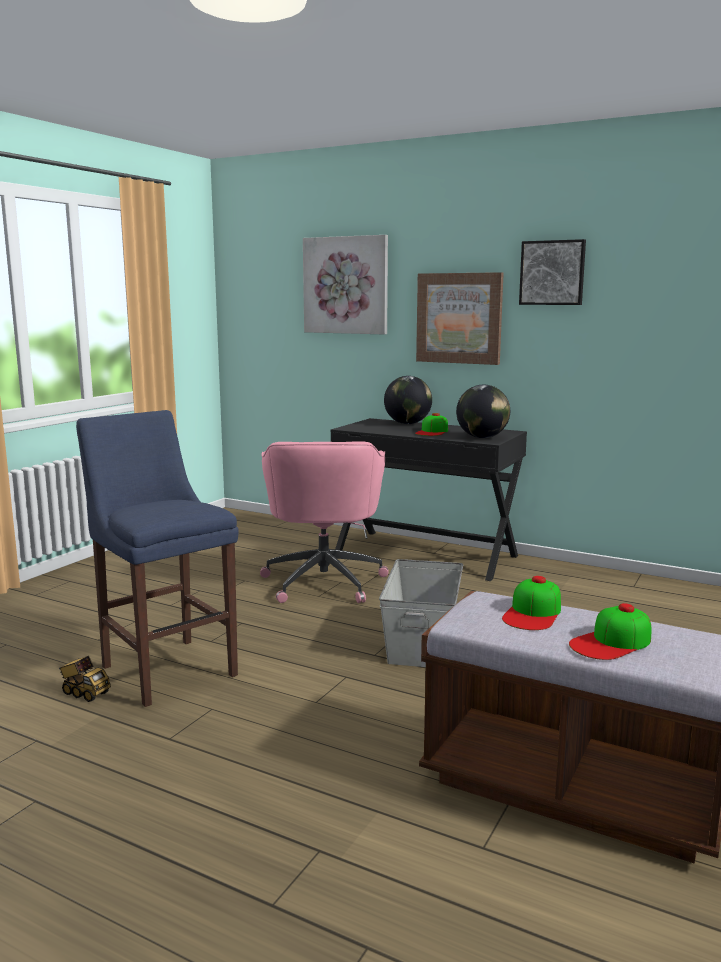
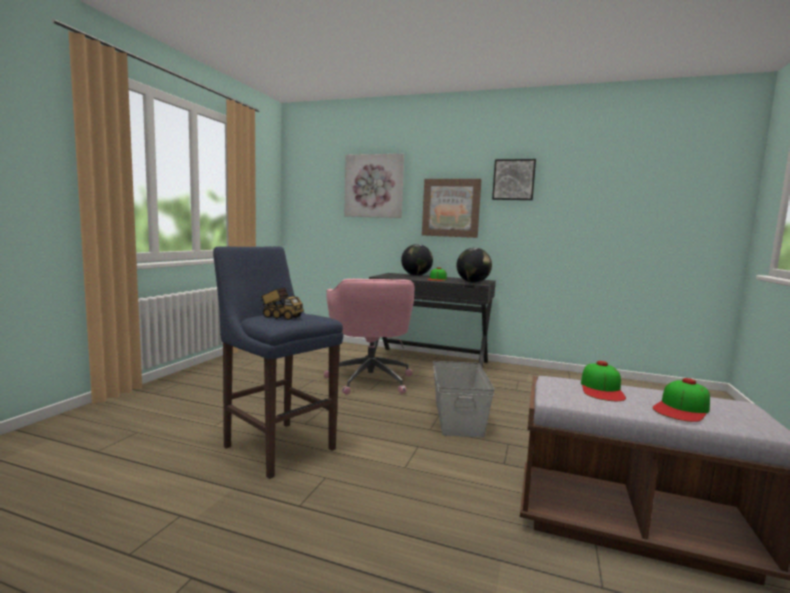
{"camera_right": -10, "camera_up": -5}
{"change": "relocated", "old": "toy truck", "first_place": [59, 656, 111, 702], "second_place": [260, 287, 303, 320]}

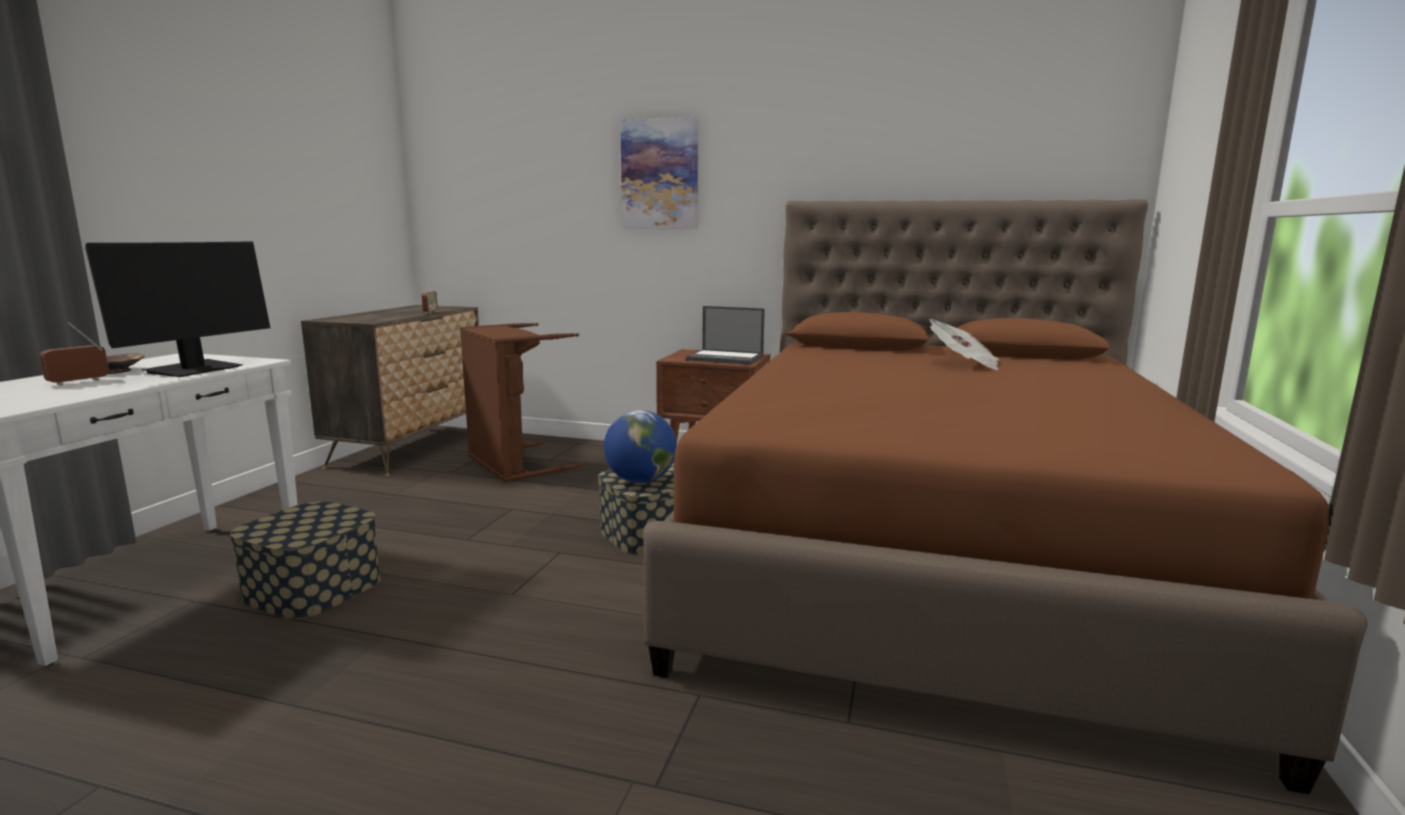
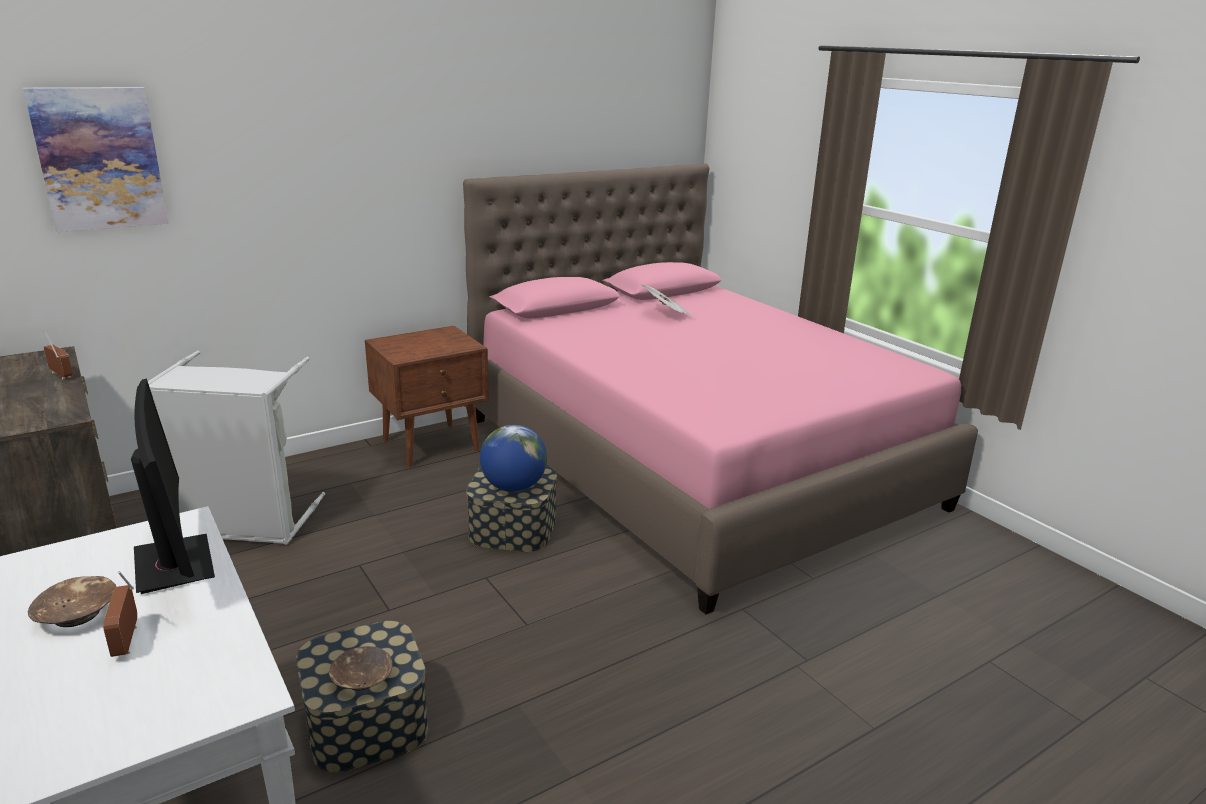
{"camera_right": -50, "camera_up": 10}
{"change": "missing", "old": "laptop", "first_place": [686, 306, 765, 365]}
{"change": "appeared", "new": "serving bowl in brown", "second_place": [329, 646, 393, 690]}
{"change": "relocated", "old": "picture", "first_place": [620, 117, 698, 228], "second_place": [23, 87, 168, 232]}
{"change": "colour", "old": "laundry basket in brown", "new": "laundry basket in gray", "first_place": [460, 323, 583, 482], "second_place": [148, 351, 325, 545]}
{"change": "colour", "old": "bedroom bed in brown", "new": "bedroom bed in pink-coloured", "first_place": [643, 199, 1368, 794], "second_place": [463, 163, 978, 615]}

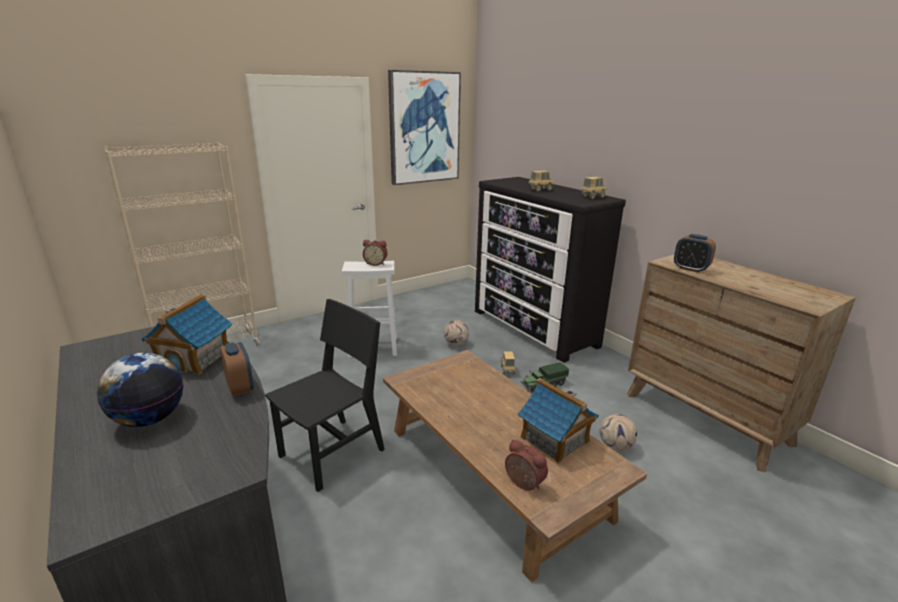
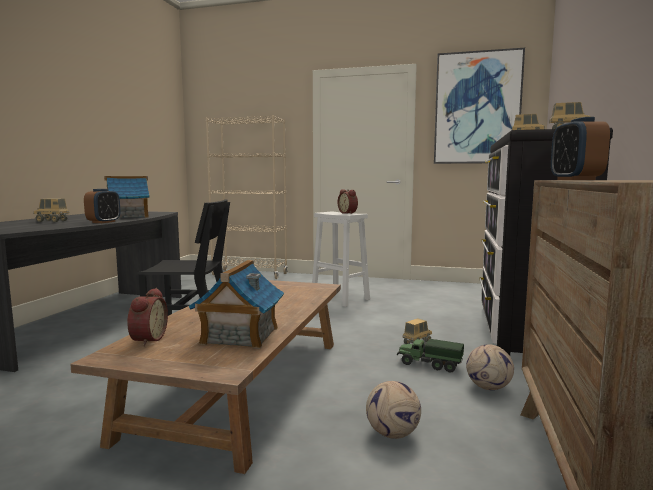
{"camera_right": 50, "camera_up": -15}
{"change": "relocated", "old": "football ball", "first_place": [444, 320, 469, 346], "second_place": [466, 344, 514, 390]}
{"change": "exchanged", "old": "desk globe", "new": "toy truck", "first_place": [97, 353, 183, 427], "second_place": [34, 199, 69, 222]}

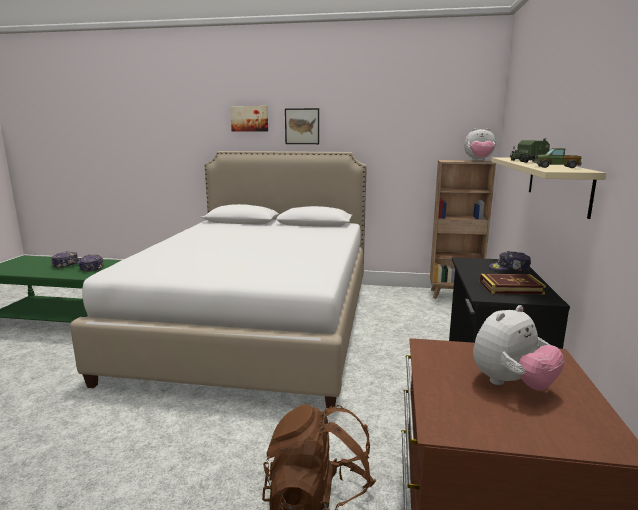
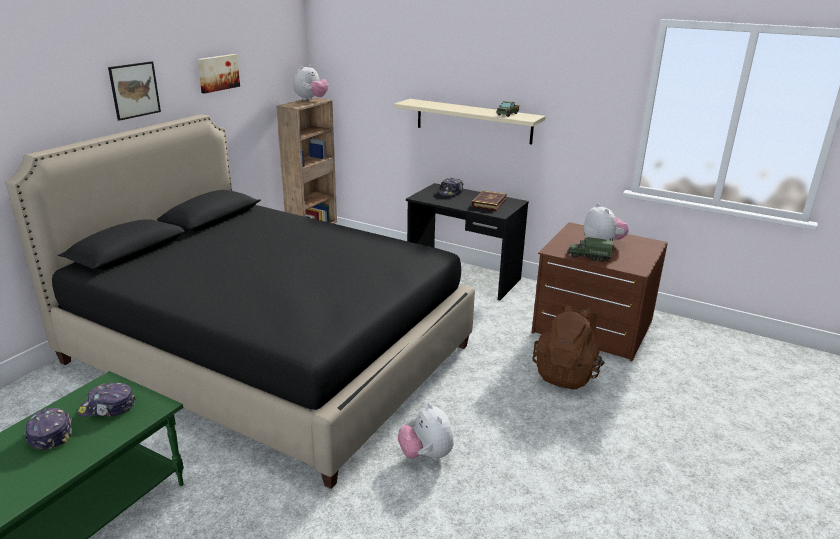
{"camera_right": -70, "camera_up": 10}
{"change": "appeared", "new": "plush toy", "second_place": [398, 403, 454, 460]}
{"change": "relocated", "old": "picture", "first_place": [230, 106, 268, 132], "second_place": [197, 54, 240, 93]}
{"change": "relocated", "old": "toy truck", "first_place": [510, 137, 550, 163], "second_place": [567, 237, 614, 262]}
{"change": "colour", "old": "bedroom bed in white-coloured", "new": "bedroom bed in black-coloured", "first_place": [70, 151, 367, 408], "second_place": [5, 114, 475, 489]}

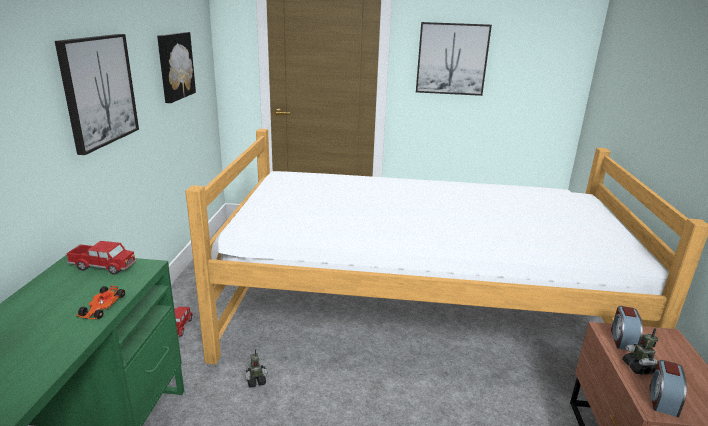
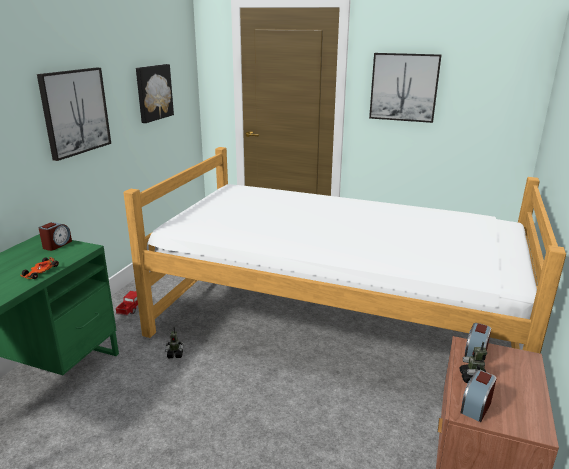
{"camera_right": 15, "camera_up": 0}
{"change": "exchanged", "old": "toy truck", "new": "alarm clock", "first_place": [66, 241, 136, 275], "second_place": [39, 222, 72, 251]}

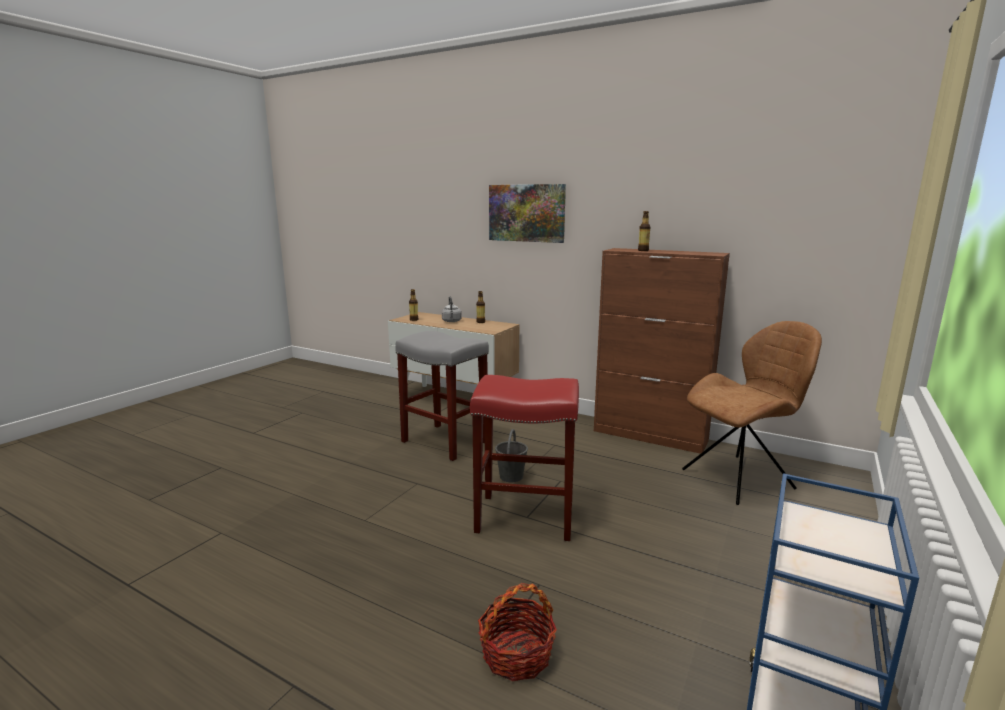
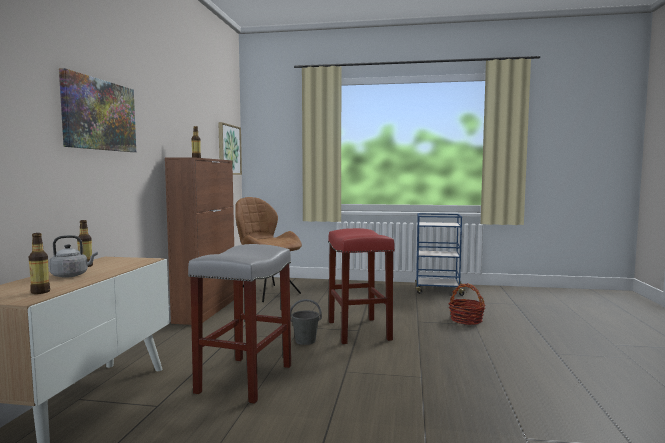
{"camera_right": -110, "camera_up": -10}
{"change": "appeared", "new": "picture", "second_place": [219, 122, 242, 175]}

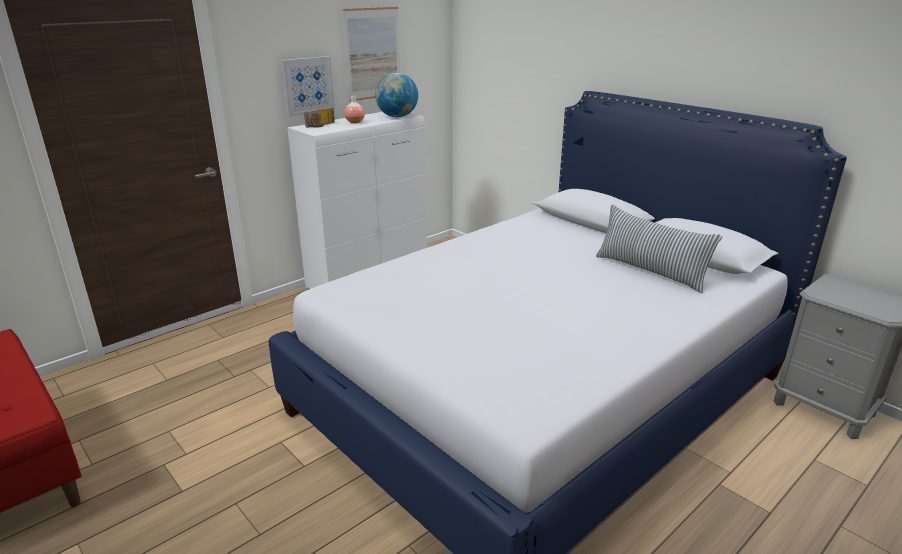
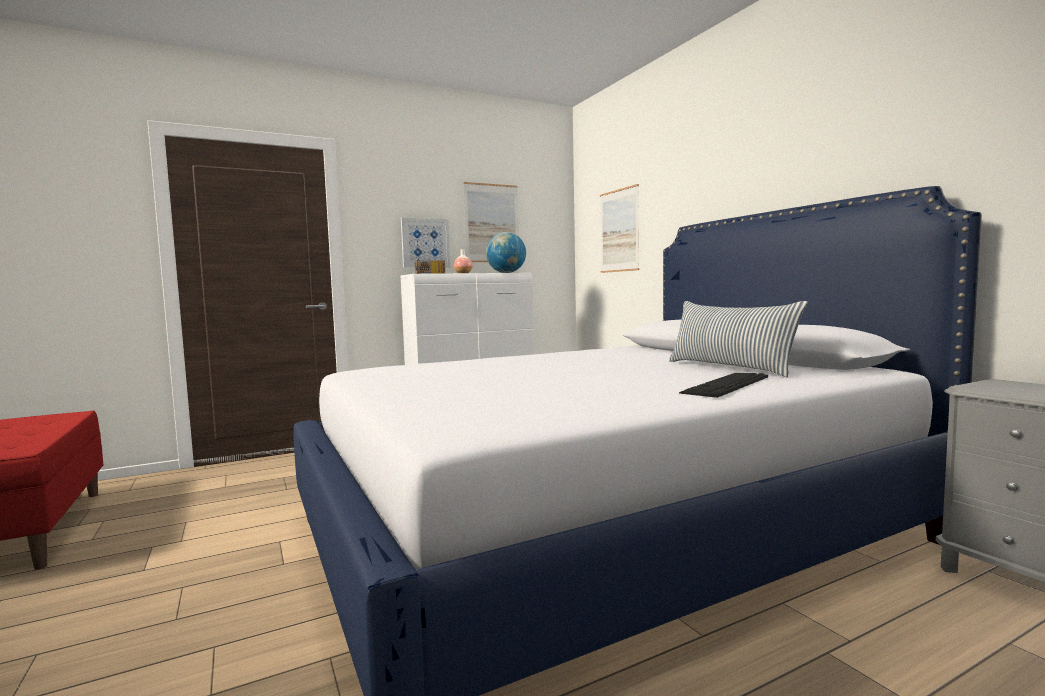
{"camera_right": 15, "camera_up": -20}
{"change": "appeared", "new": "picture", "second_place": [600, 184, 639, 273]}
{"change": "appeared", "new": "keyboard", "second_place": [679, 373, 768, 398]}

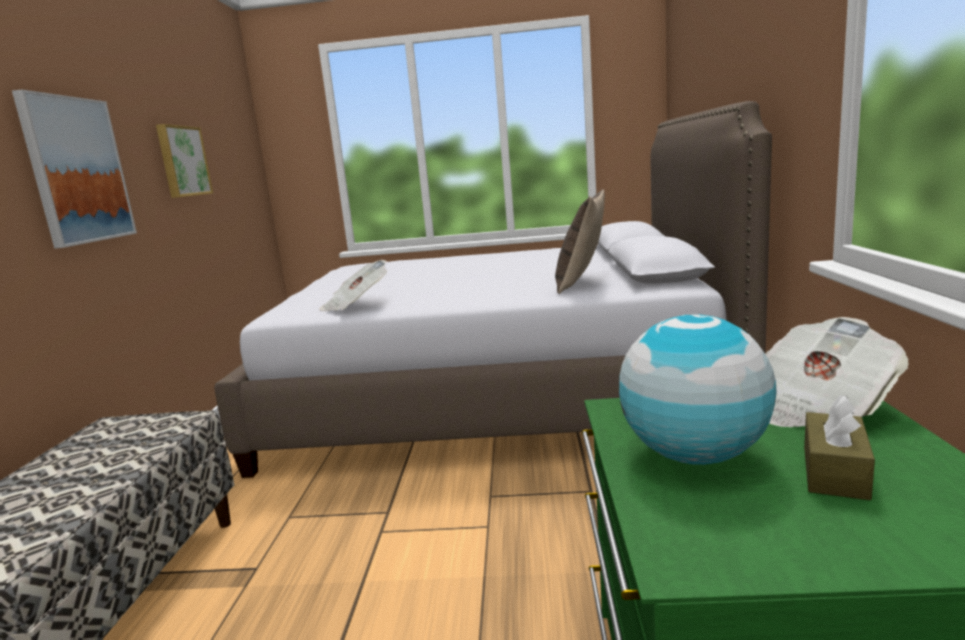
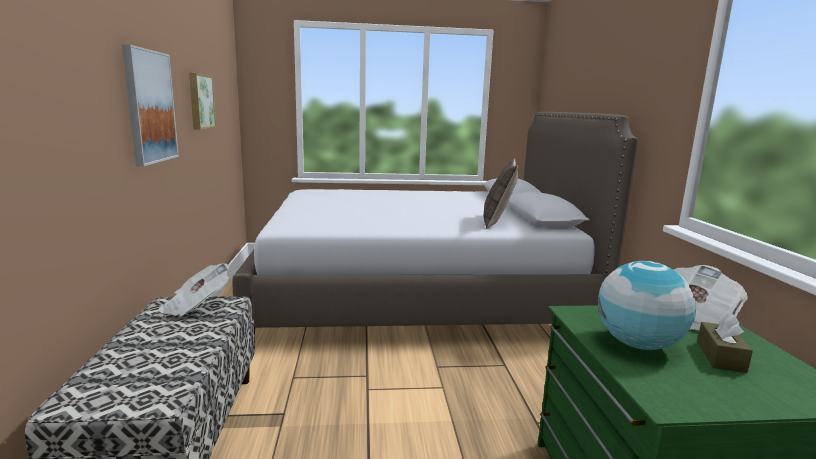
{"camera_right": -10, "camera_up": 0}
{"change": "relocated", "old": "daily paper", "first_place": [320, 260, 387, 312], "second_place": [159, 263, 230, 317]}

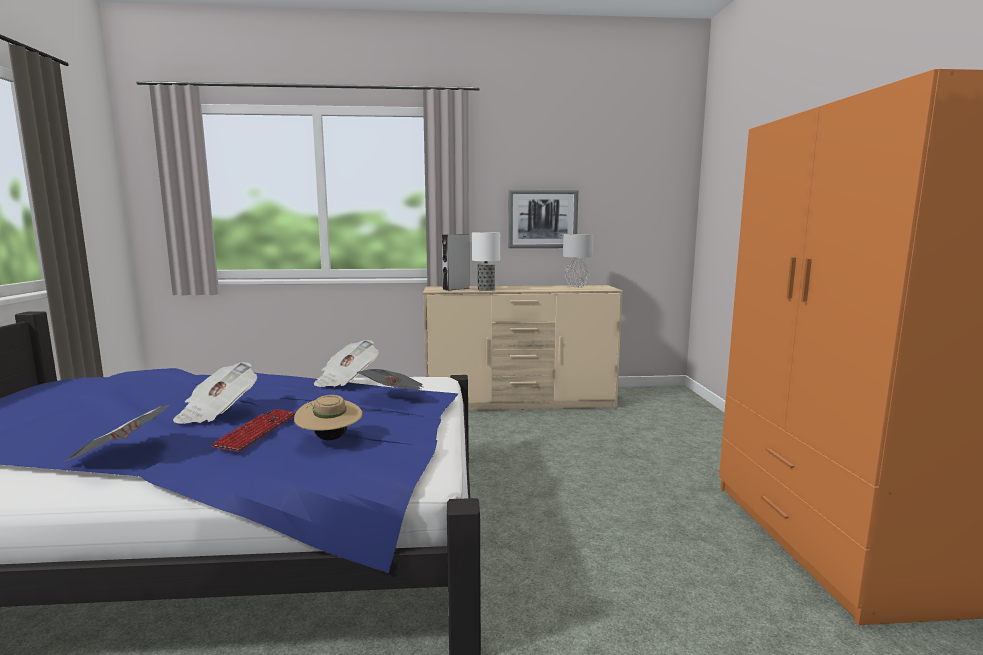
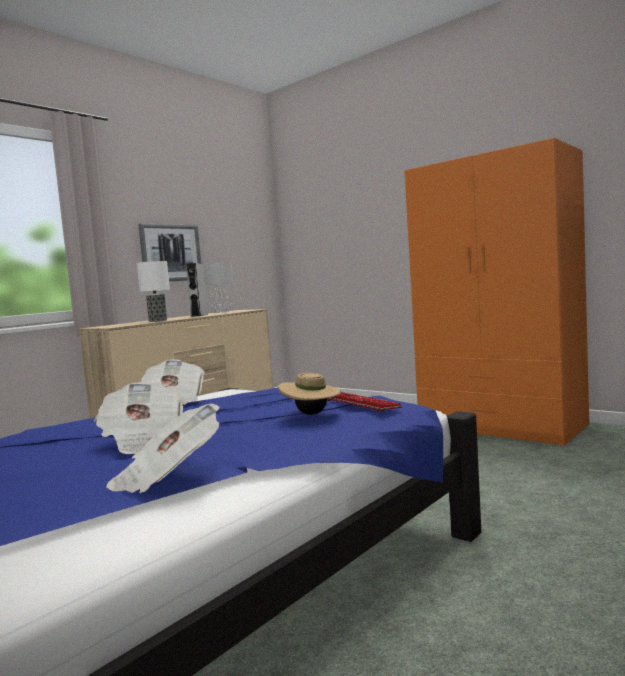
{"camera_right": -45, "camera_up": -5}
{"change": "missing", "old": "daily paper", "first_place": [357, 369, 423, 390]}
{"change": "relocated", "old": "keyboard", "first_place": [212, 409, 295, 452], "second_place": [327, 392, 403, 412]}
{"change": "relocated", "old": "speaker in gray", "first_place": [442, 234, 469, 291], "second_place": [186, 263, 208, 317]}

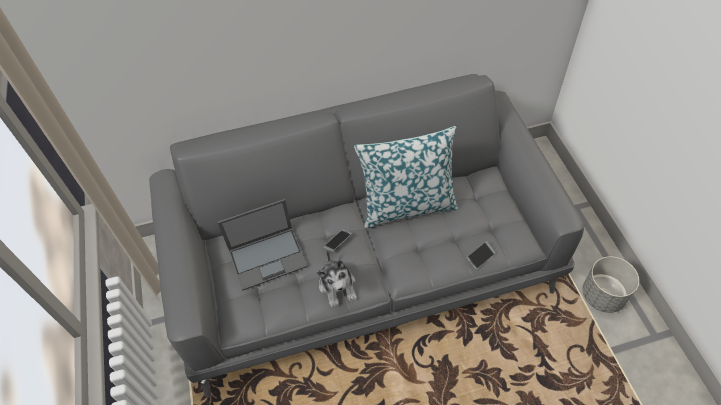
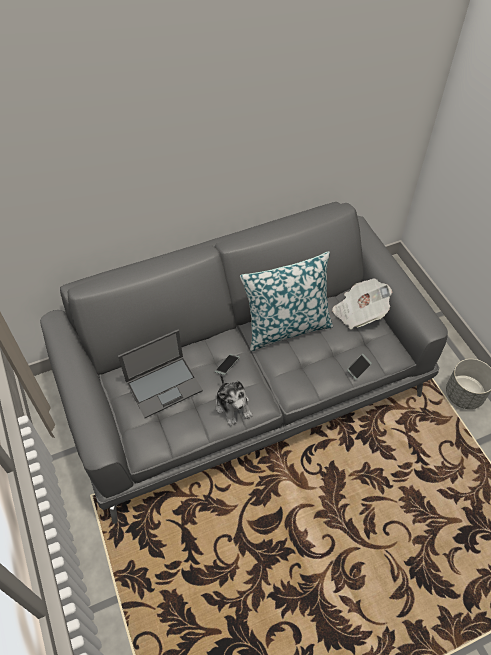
{"camera_right": -10, "camera_up": 0}
{"change": "appeared", "new": "daily paper", "second_place": [332, 278, 392, 329]}

